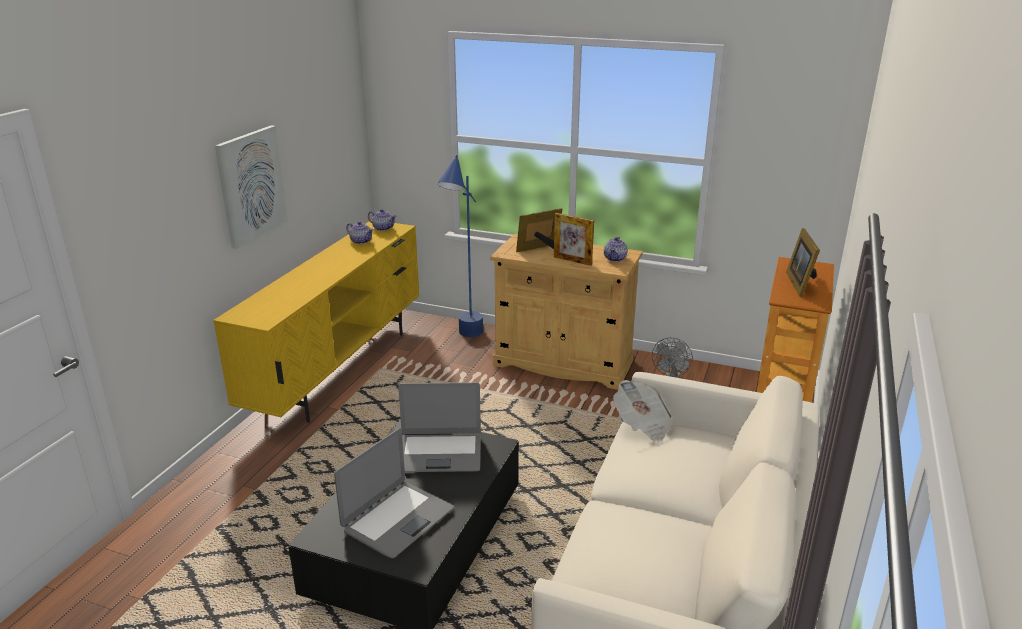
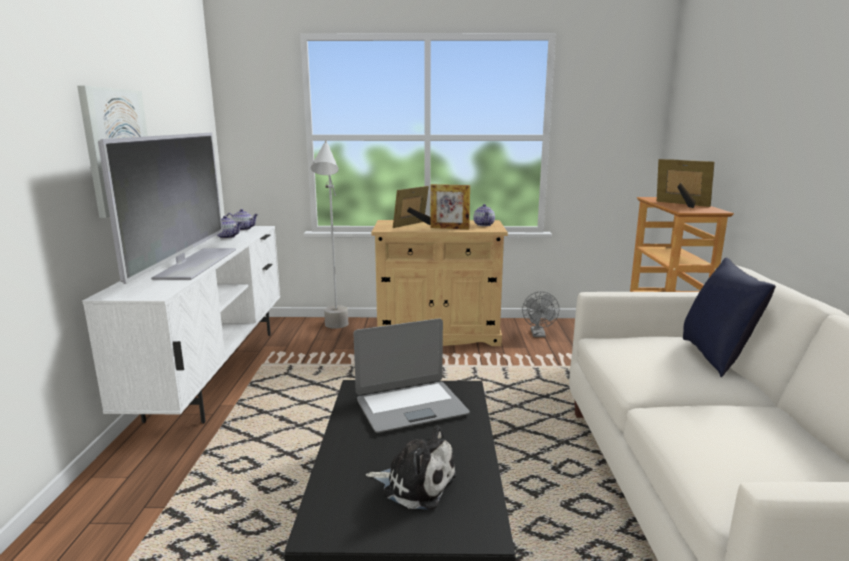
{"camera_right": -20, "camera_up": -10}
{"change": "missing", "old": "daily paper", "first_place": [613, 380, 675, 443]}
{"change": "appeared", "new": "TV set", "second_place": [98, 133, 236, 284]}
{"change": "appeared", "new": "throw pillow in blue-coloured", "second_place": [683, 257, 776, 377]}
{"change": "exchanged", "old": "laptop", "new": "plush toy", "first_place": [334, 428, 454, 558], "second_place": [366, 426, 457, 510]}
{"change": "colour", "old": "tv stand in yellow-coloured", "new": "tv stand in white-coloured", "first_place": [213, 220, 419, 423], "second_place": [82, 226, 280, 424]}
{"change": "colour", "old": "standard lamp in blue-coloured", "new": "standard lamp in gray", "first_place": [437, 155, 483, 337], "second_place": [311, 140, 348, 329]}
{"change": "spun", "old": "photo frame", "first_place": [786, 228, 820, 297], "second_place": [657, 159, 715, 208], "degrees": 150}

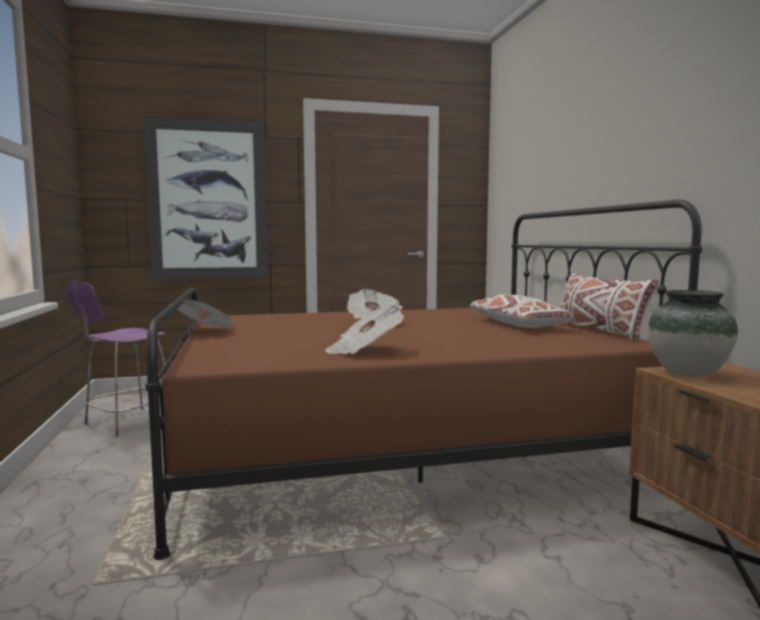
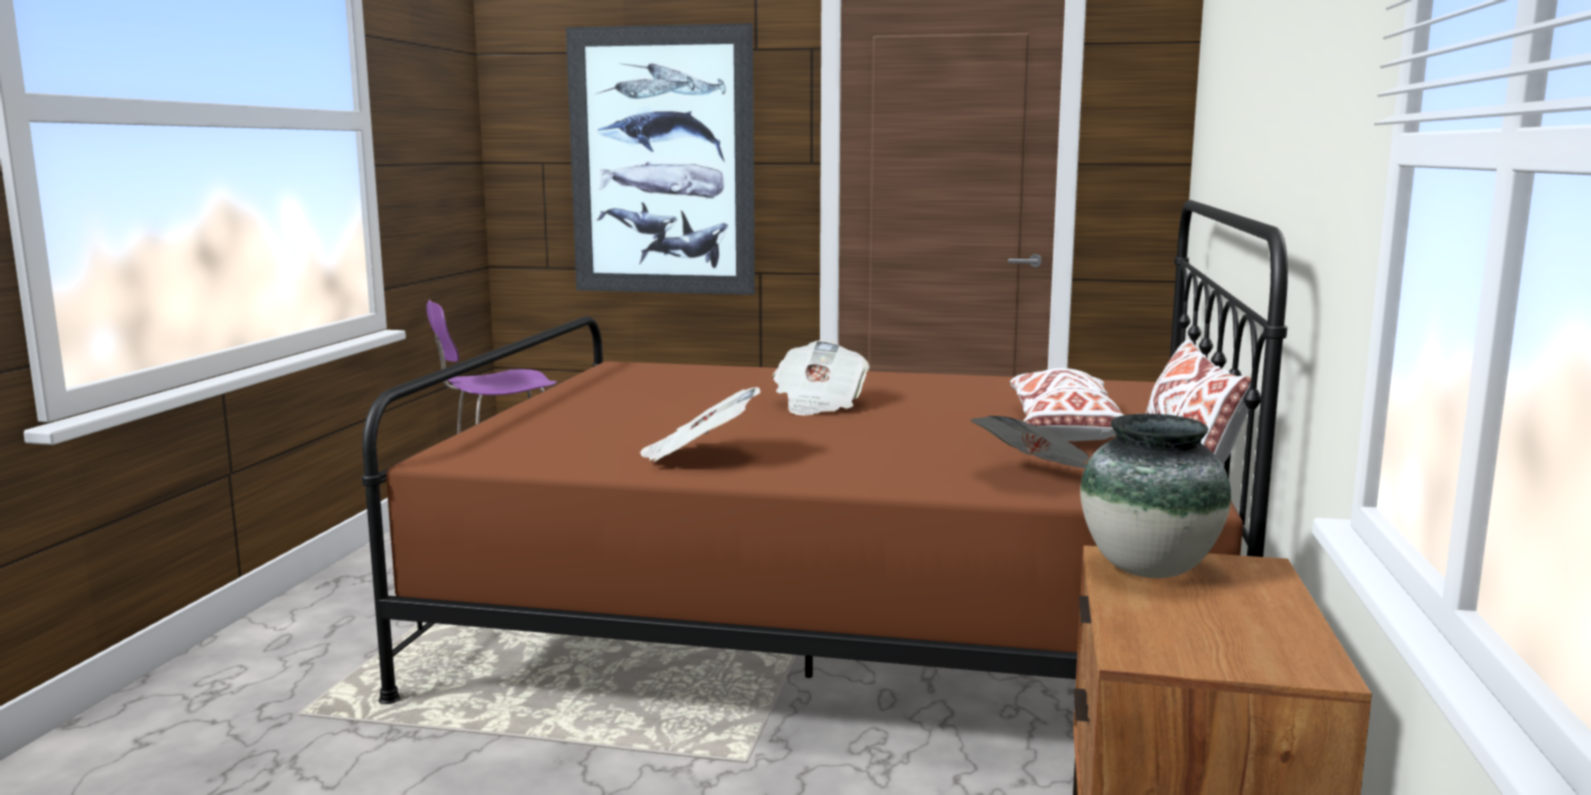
{"camera_right": 25, "camera_up": 5}
{"change": "relocated", "old": "daily paper", "first_place": [169, 299, 235, 328], "second_place": [970, 416, 1090, 468]}

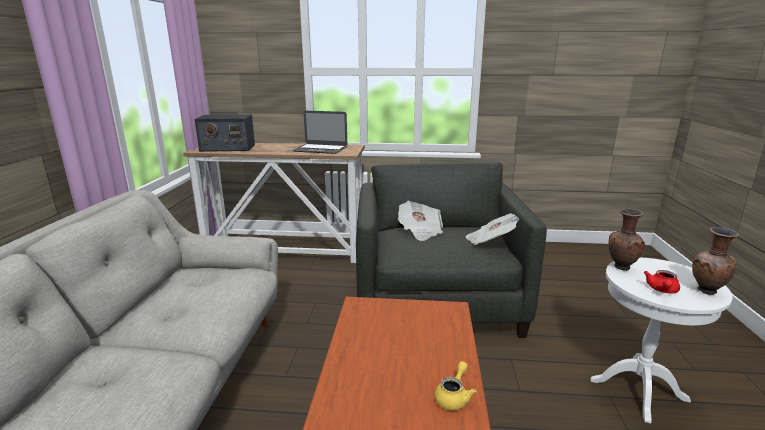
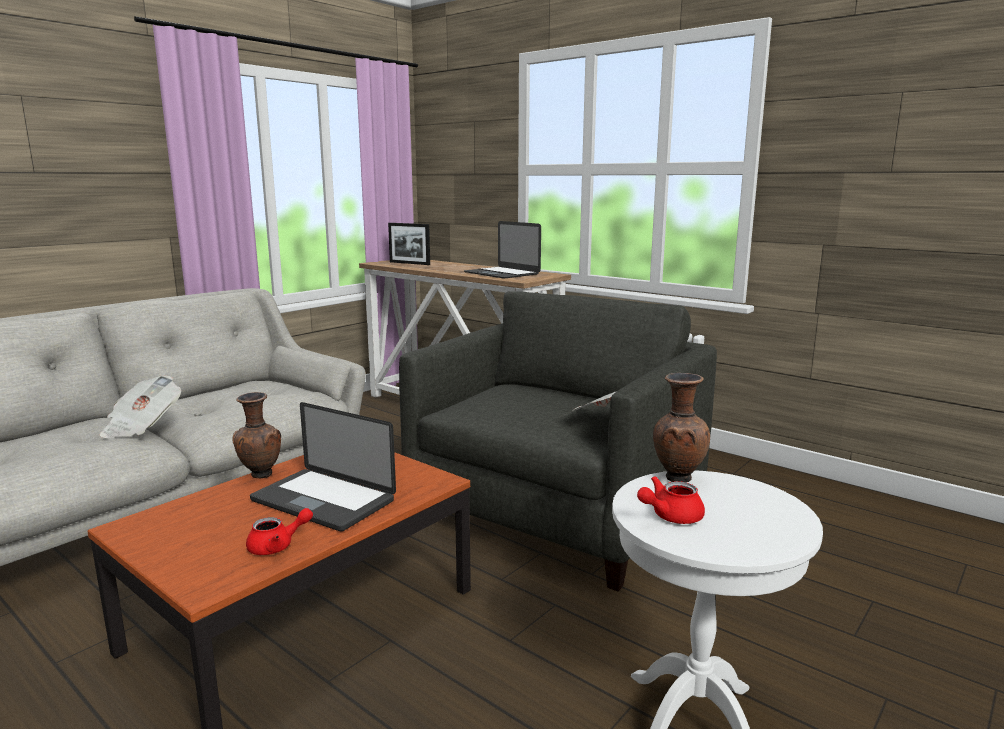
{"camera_right": 35, "camera_up": -5}
{"change": "appeared", "new": "laptop", "second_place": [250, 402, 396, 532]}
{"change": "relocated", "old": "daily paper", "first_place": [398, 200, 443, 241], "second_place": [100, 375, 181, 438]}
{"change": "relocated", "old": "vase in brown", "first_place": [692, 227, 739, 295], "second_place": [232, 392, 281, 479]}
{"change": "exchanged", "old": "radio", "new": "photo frame", "first_place": [195, 114, 255, 152], "second_place": [388, 223, 430, 265]}
{"change": "colour", "old": "tea pot in yellow-coloured", "new": "tea pot in red", "first_place": [434, 361, 477, 410], "second_place": [246, 508, 313, 555]}

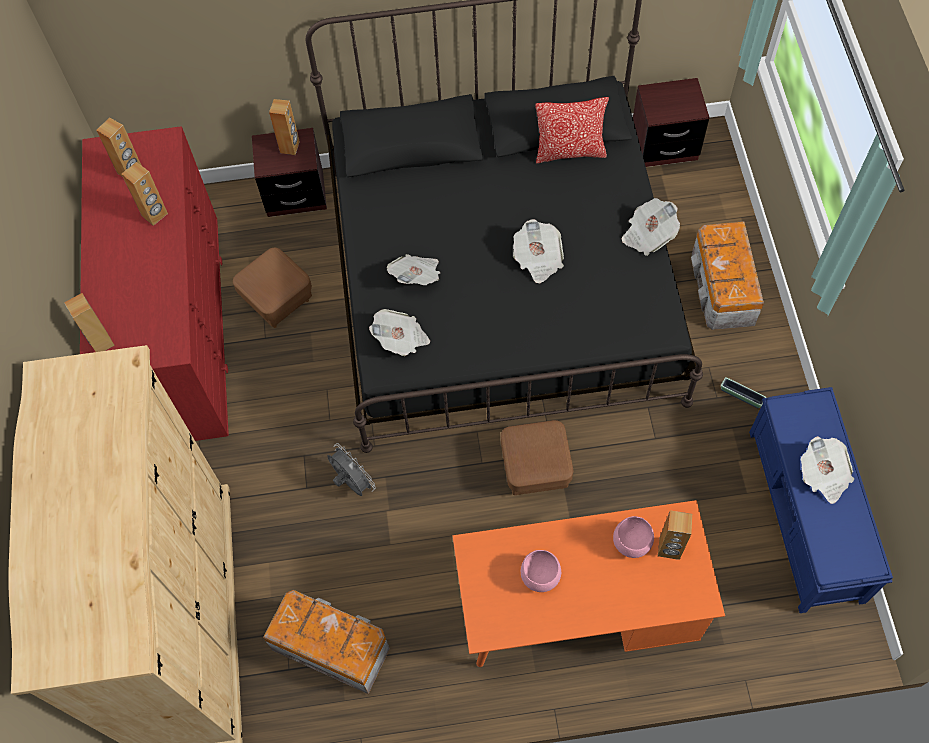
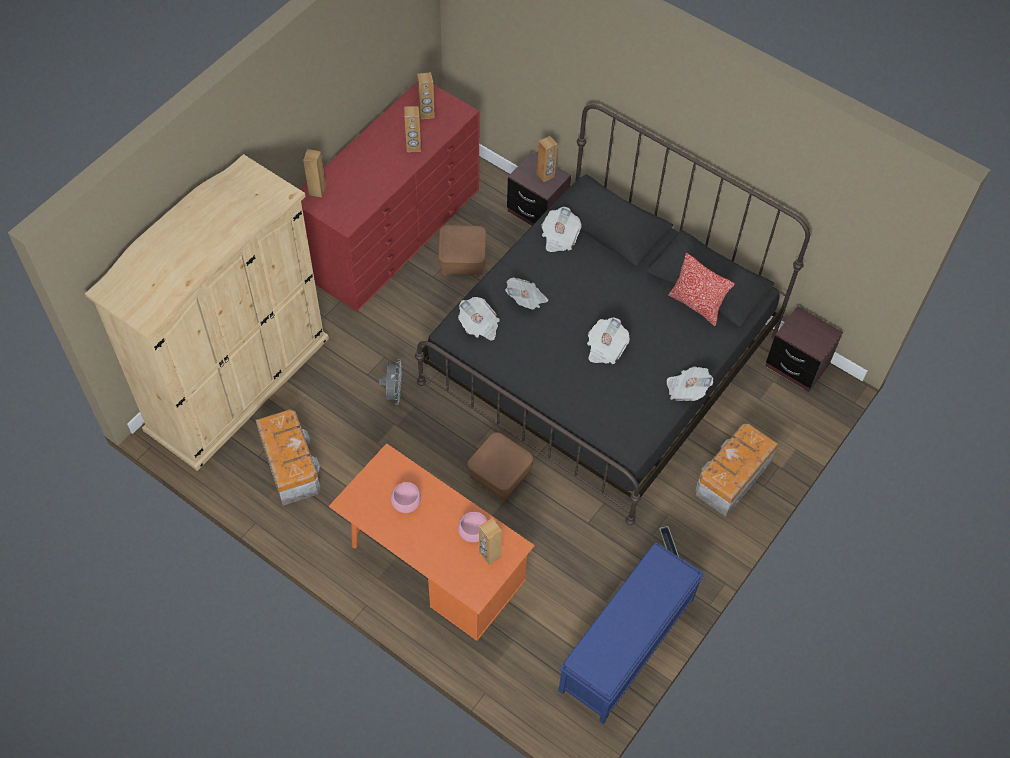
{"camera_right": 40, "camera_up": -5}
{"change": "relocated", "old": "daily paper", "first_place": [800, 436, 854, 504], "second_place": [541, 207, 582, 252]}

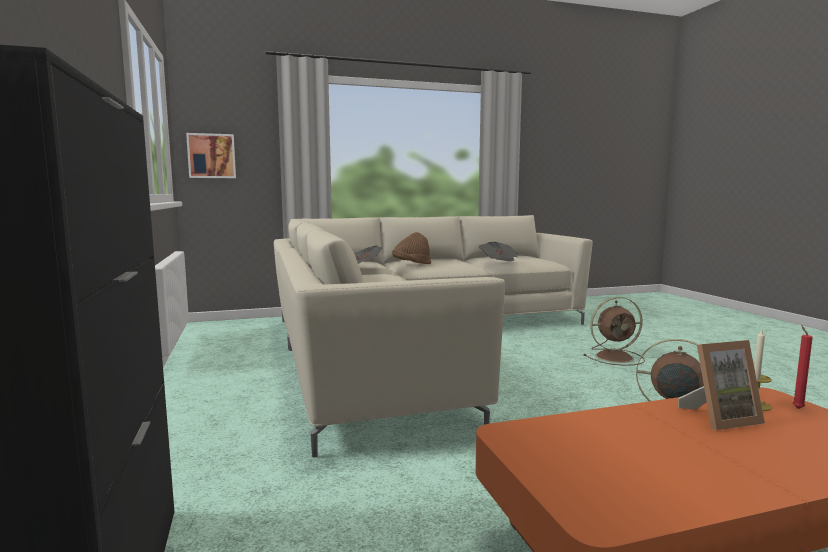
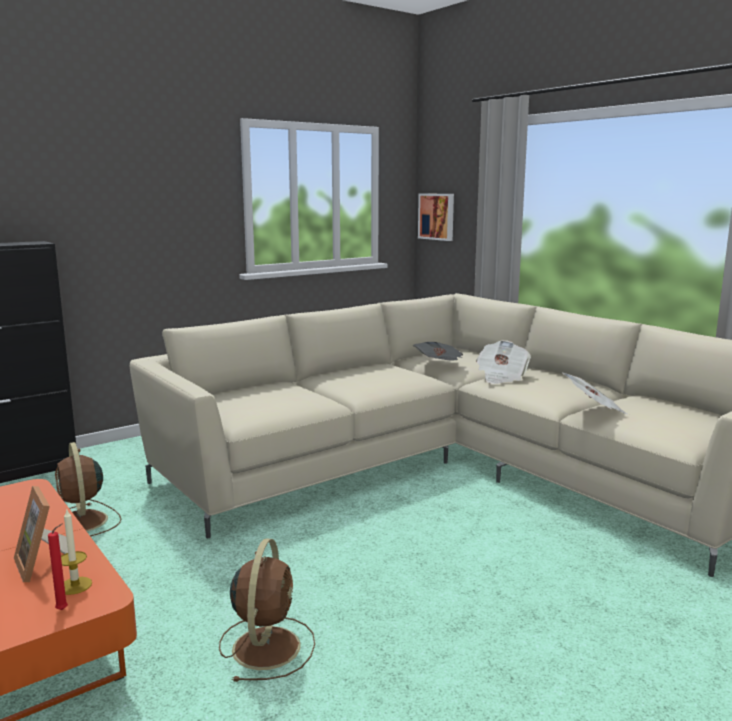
{"camera_right": 70, "camera_up": 5}
{"change": "relocated", "old": "fan in brown", "first_place": [583, 297, 645, 366], "second_place": [55, 442, 121, 536]}
{"change": "exchanged", "old": "wearable hat in brown", "new": "daily paper", "first_place": [392, 232, 431, 264], "second_place": [476, 340, 531, 384]}

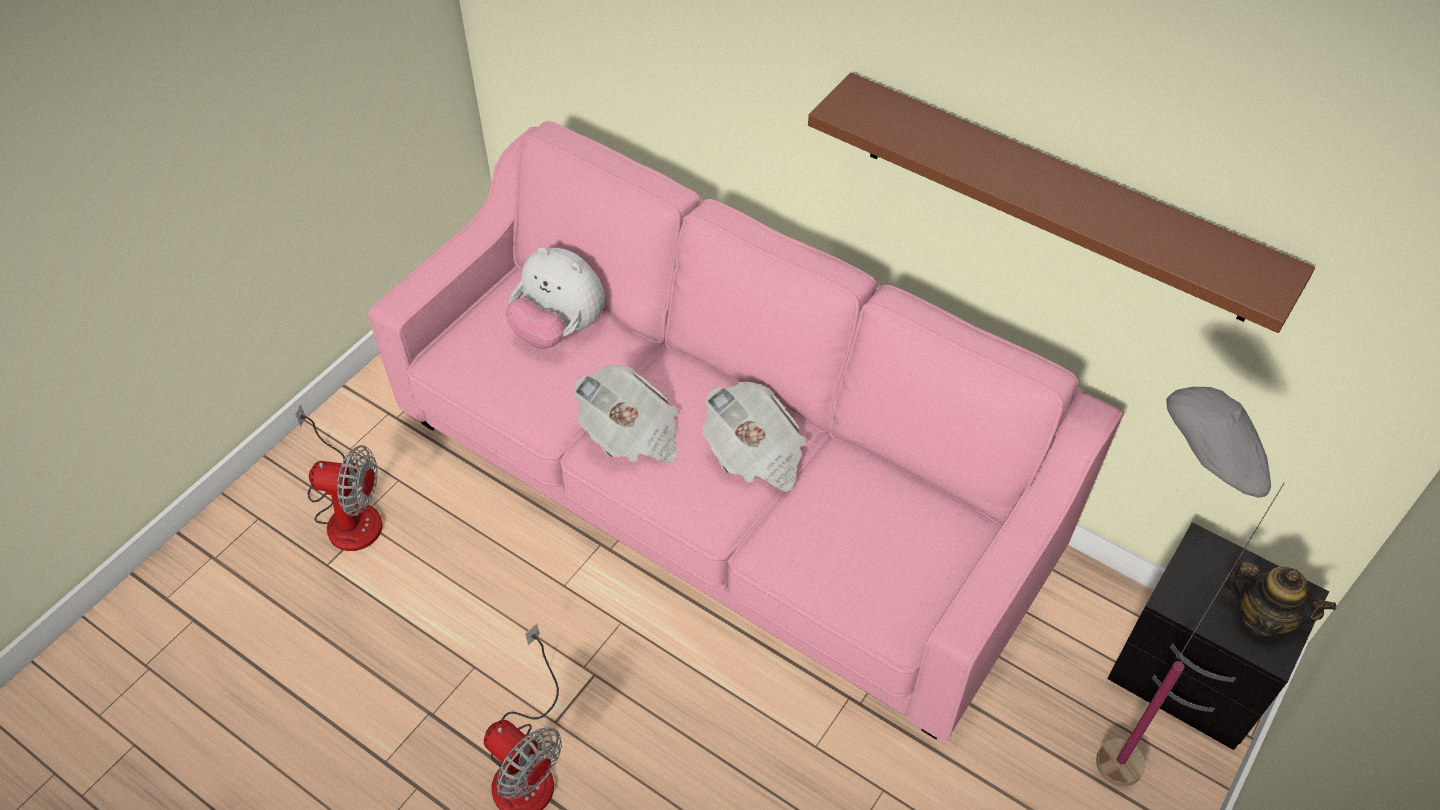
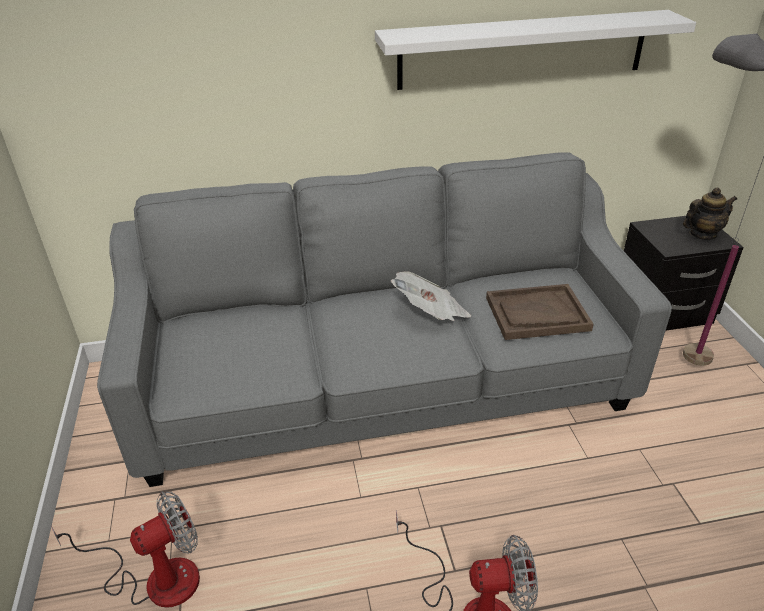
{"camera_right": -45, "camera_up": -15}
{"change": "missing", "old": "plush toy", "first_place": [506, 247, 605, 349]}
{"change": "missing", "old": "daily paper", "first_place": [574, 365, 678, 463]}
{"change": "appeared", "new": "carrying tray in brown", "second_place": [486, 284, 594, 340]}
{"change": "colour", "old": "settee in pink-coloured", "new": "settee in gray", "first_place": [368, 121, 1124, 740], "second_place": [97, 152, 672, 487]}
{"change": "colour", "old": "shelf in brown", "new": "shelf in white-coloured", "first_place": [808, 73, 1315, 333], "second_place": [375, 10, 696, 90]}

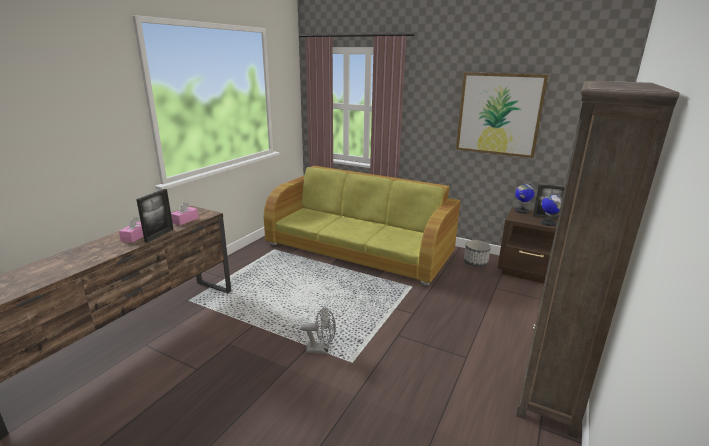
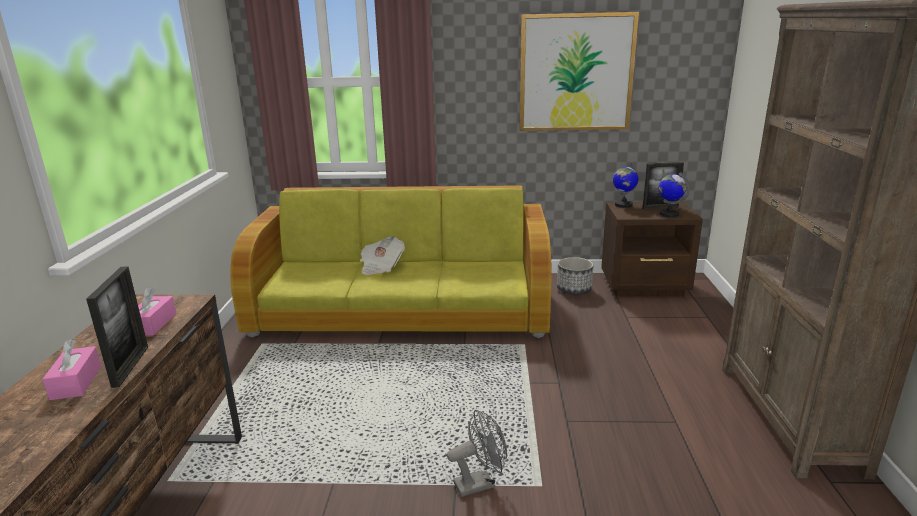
{"camera_right": -25, "camera_up": 0}
{"change": "appeared", "new": "daily paper", "second_place": [360, 236, 405, 275]}

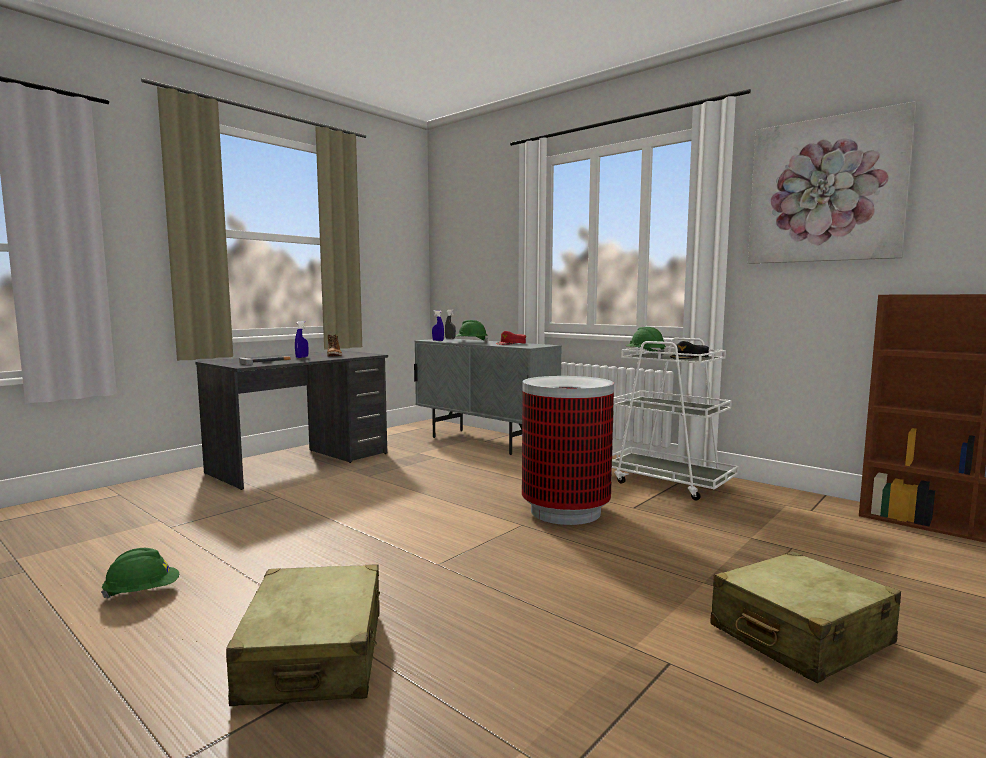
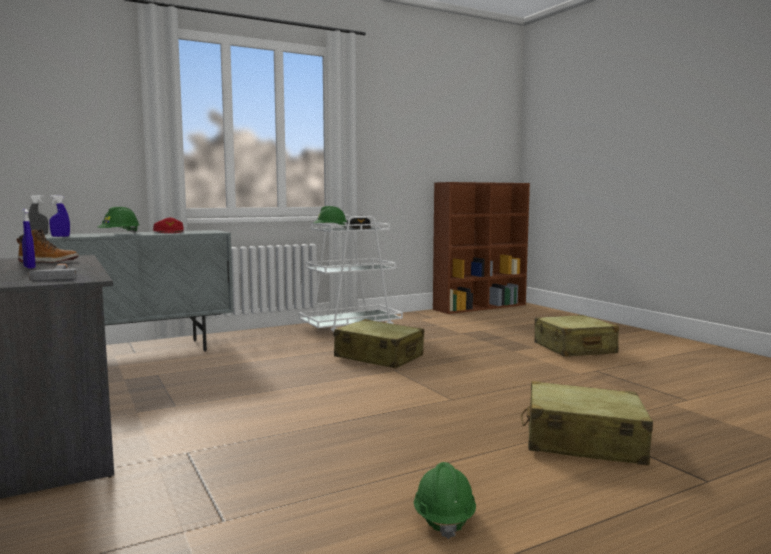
{"camera_right": -70, "camera_up": 0}
{"change": "missing", "old": "picture", "first_place": [748, 101, 917, 264]}
{"change": "exchanged", "old": "trash can", "new": "piece of luggage in beige-coloured", "first_place": [522, 376, 614, 525], "second_place": [334, 319, 424, 368]}

